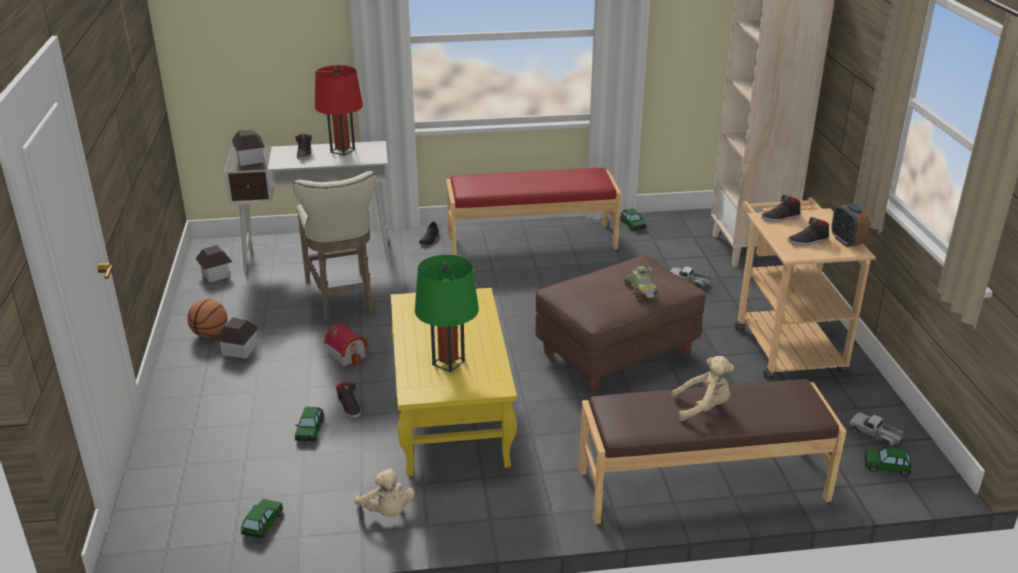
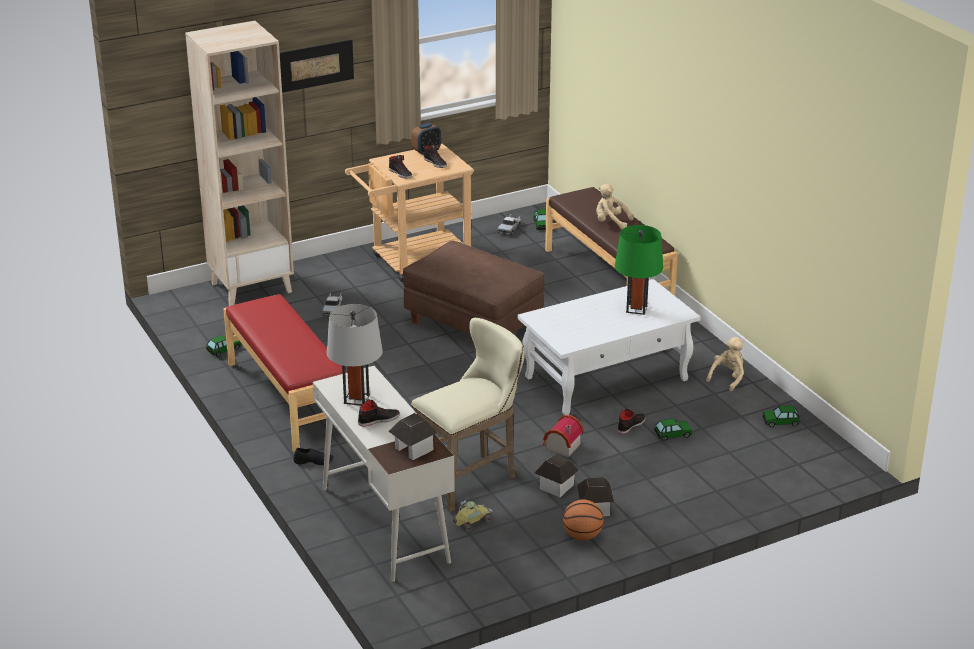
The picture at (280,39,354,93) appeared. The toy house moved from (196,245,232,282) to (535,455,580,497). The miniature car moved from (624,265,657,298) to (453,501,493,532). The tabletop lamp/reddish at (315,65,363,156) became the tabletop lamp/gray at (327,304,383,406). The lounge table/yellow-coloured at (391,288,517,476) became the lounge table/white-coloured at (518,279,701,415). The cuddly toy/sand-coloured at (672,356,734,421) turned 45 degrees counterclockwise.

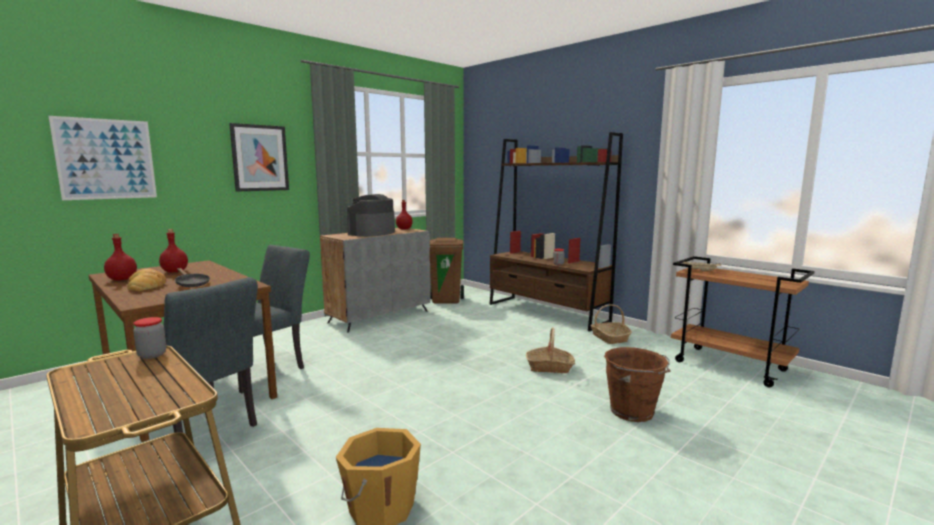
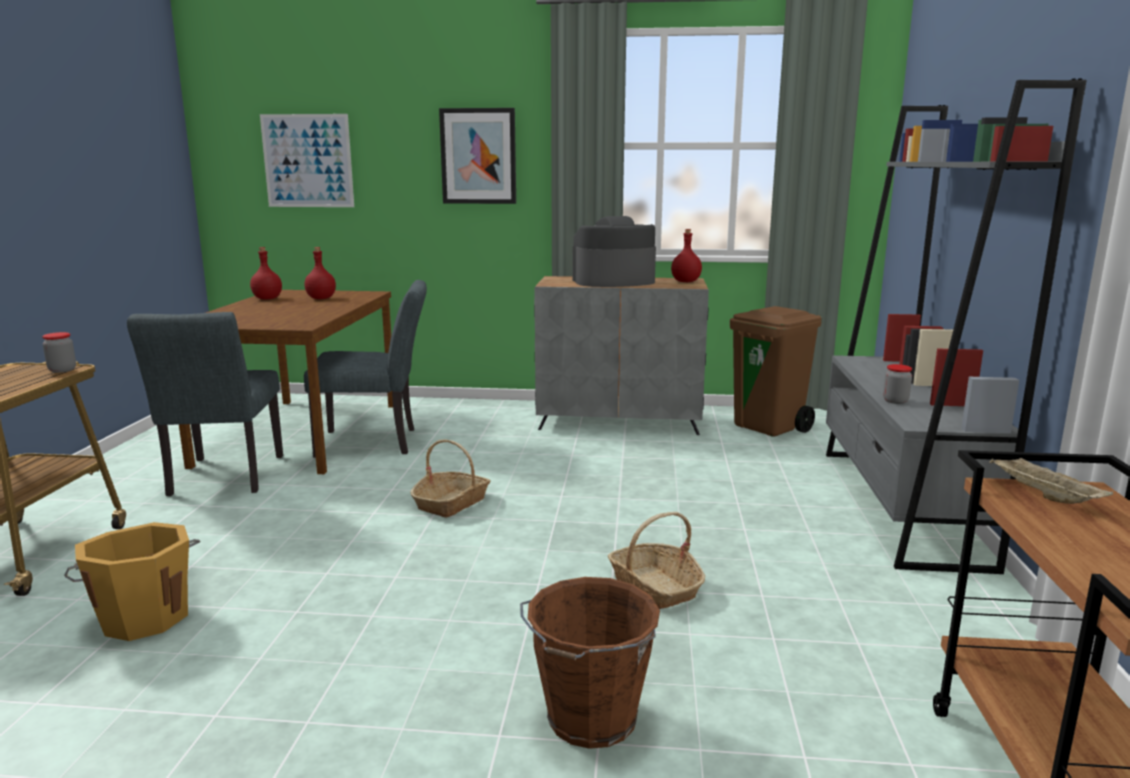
The bakery bread at (127,268,166,291) disappeared. The pan/blackish at (175,268,210,287) disappeared. The household basket moved from (590,304,632,344) to (410,440,491,518). The bookshelf/brown at (490,132,623,332) became the bookshelf/gray at (826,79,1087,574).

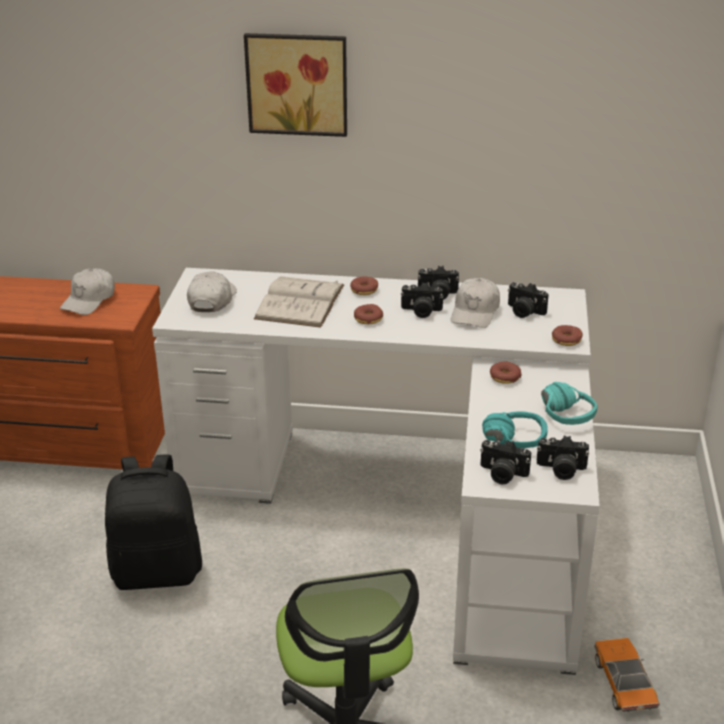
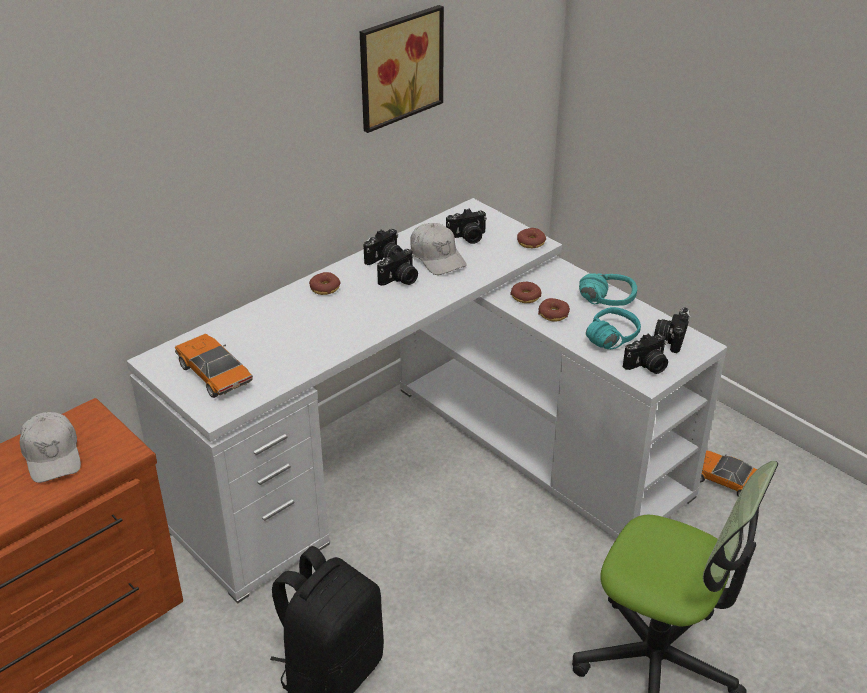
The bound book/white-coloured at (254,276,344,328) disappeared. The picture moved from (244,33,347,137) to (360,5,444,133). The doughnut moved from (354,304,383,324) to (538,298,570,322). The peaked cap/white-coloured at (187,271,237,312) was replaced by the miniature car at (175,334,253,398). The still camera at (536,435,589,480) turned 150 degrees clockwise.

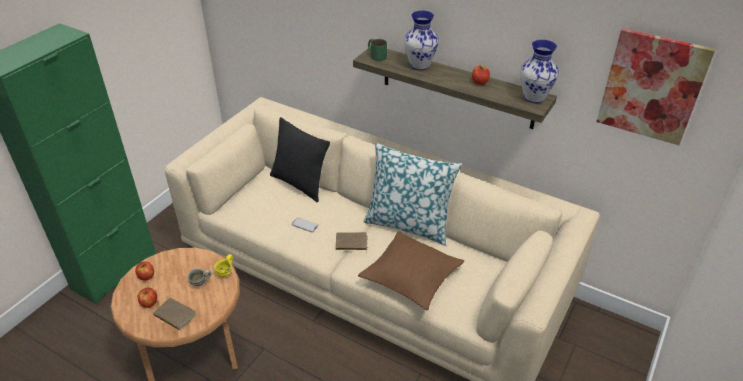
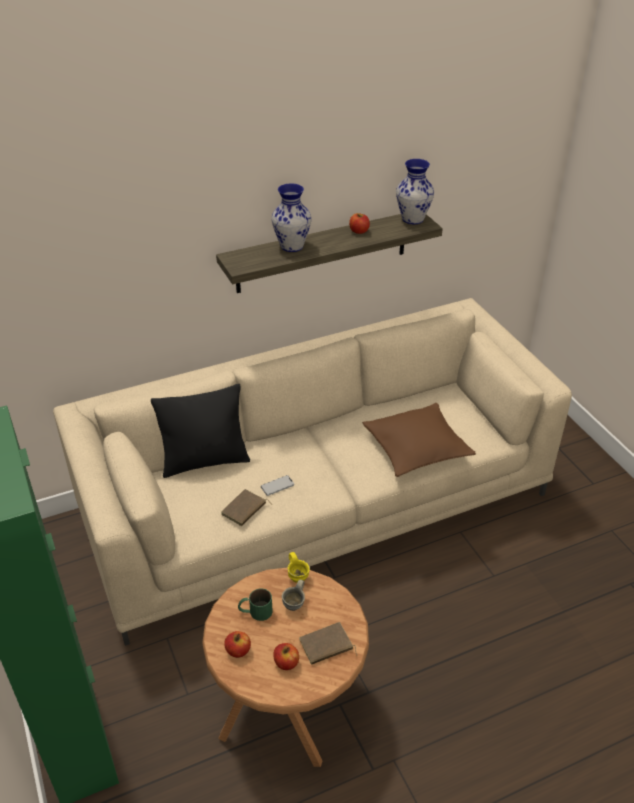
The cushion at (363,143,462,246) disappeared. The picture at (597,28,716,145) disappeared. The bound book/brown moved from (336,232,368,253) to (221,489,273,526). The mug/greenish moved from (368,39,387,61) to (238,588,273,621).

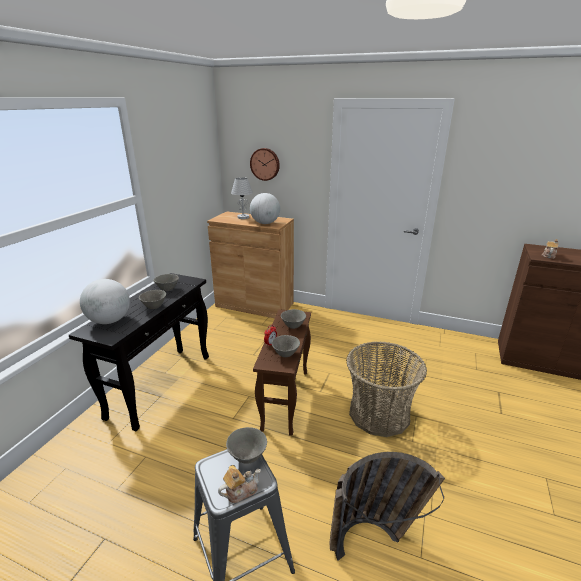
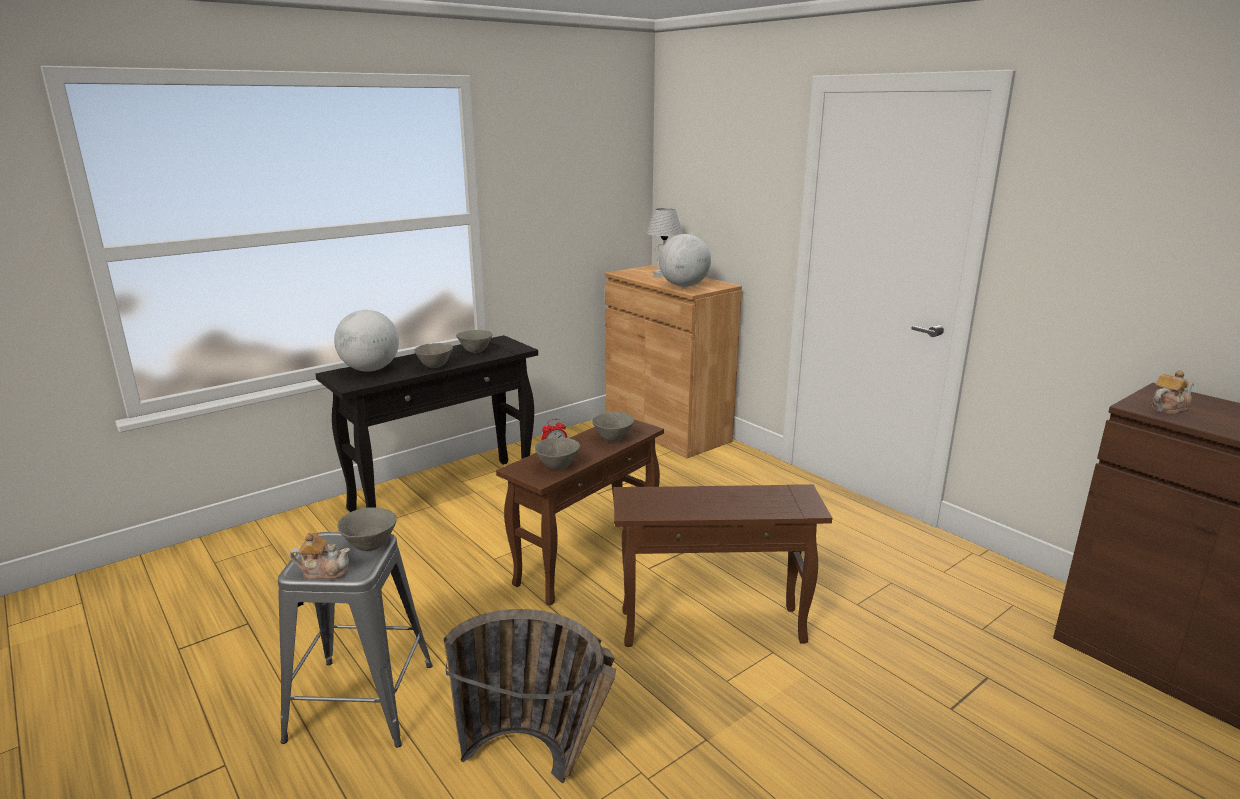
The hanging clock at (250,148,280,181) disappeared. The household basket at (346,342,427,437) was replaced by the side table/brown at (613,484,832,647).

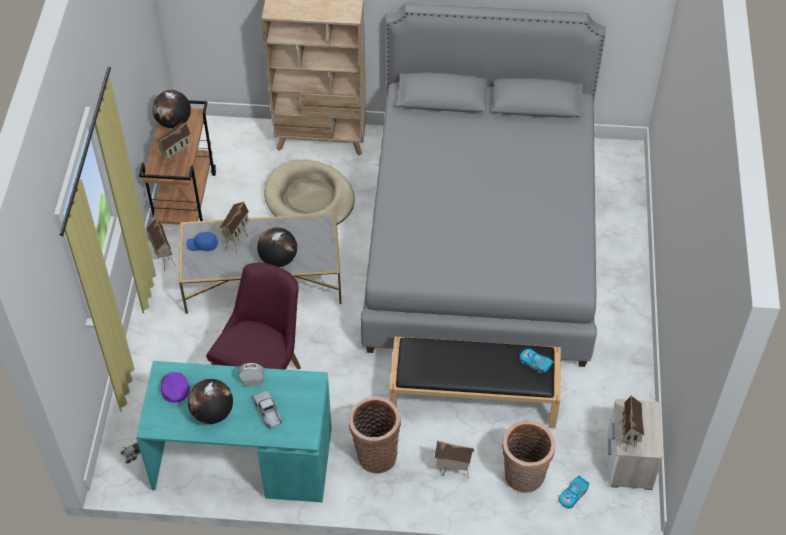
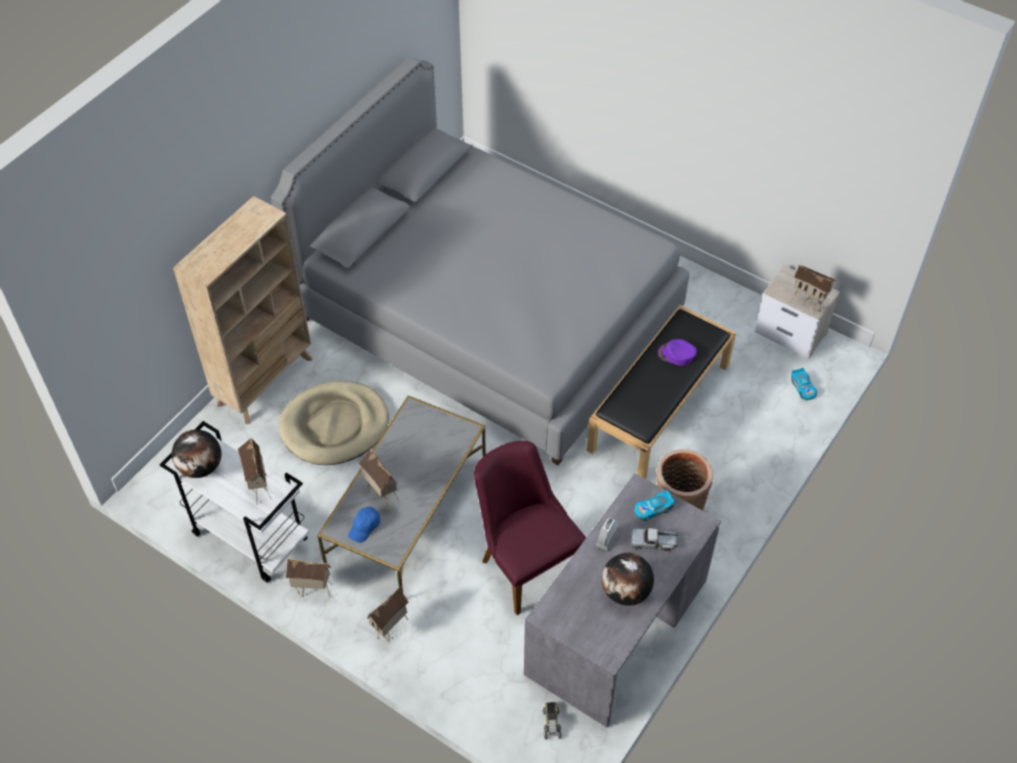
The globe at (257,227,297,267) disappeared. The household basket at (502,420,555,493) disappeared. The peaked cap/purplish moved from (161,372,190,403) to (658,339,697,366). The toy house moved from (434,440,474,479) to (367,587,409,641). The miniature car moved from (519,349,554,373) to (634,490,675,521). The desk unit/turquoise-coloured at (136,361,332,502) became the desk unit/gray at (524,473,721,728). The wheeled cart/brown at (138,100,216,225) became the wheeled cart/white-coloured at (160,421,309,583).

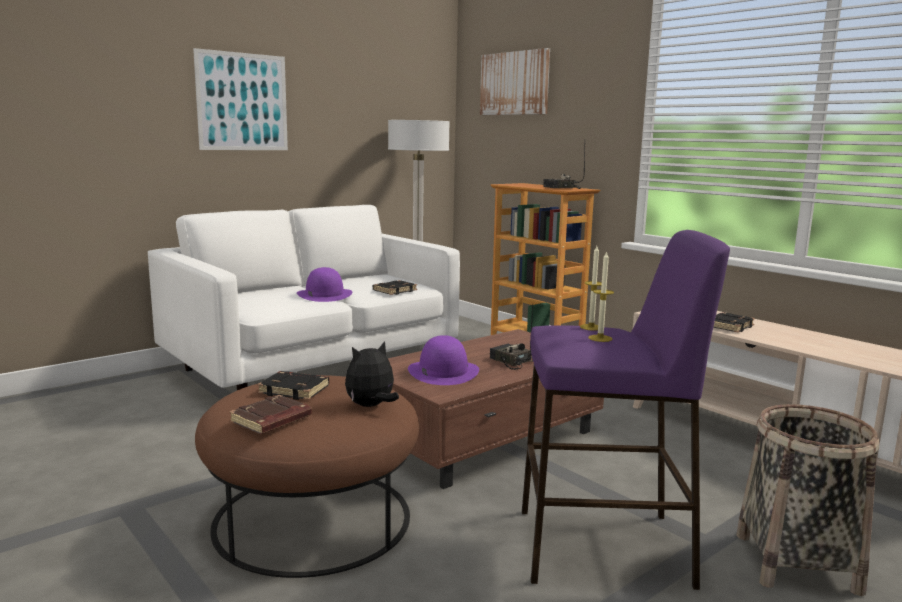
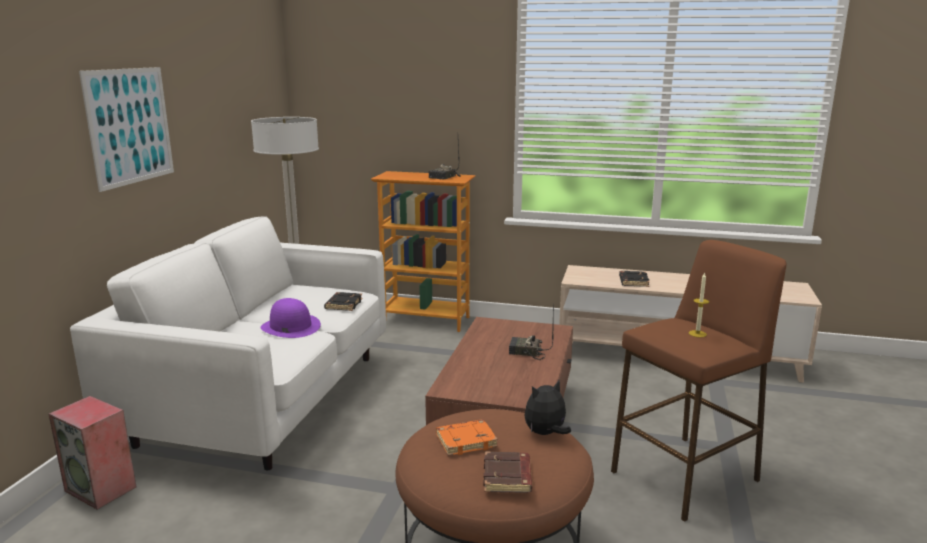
The hat/purplish at (408,335,479,385) disappeared. The picture at (480,48,550,115) disappeared. The wax candle at (580,246,602,331) disappeared. The household basket at (736,404,879,596) disappeared. The loudspeaker at (48,396,136,510) appeared. The bound book/blackish at (257,371,329,400) became the bound book/orange-coloured at (436,419,498,456). The stool seat/purplish at (522,230,730,590) became the stool seat/brown at (611,240,786,522). The cuddly toy at (345,341,399,407) turned 45 degrees clockwise.

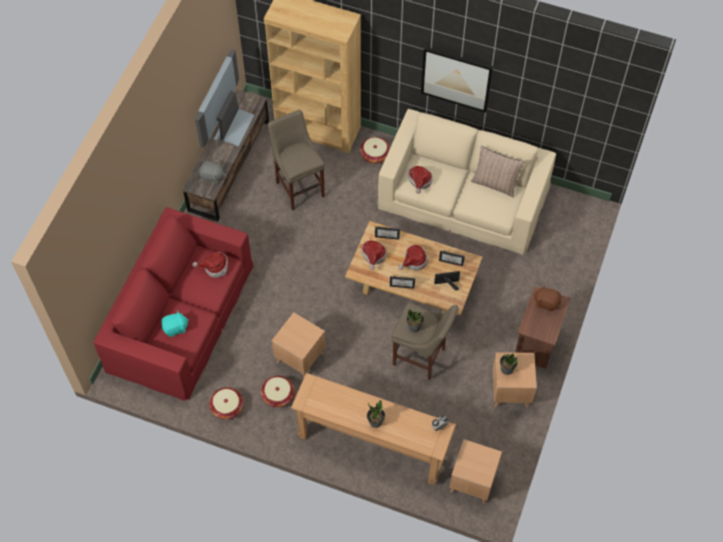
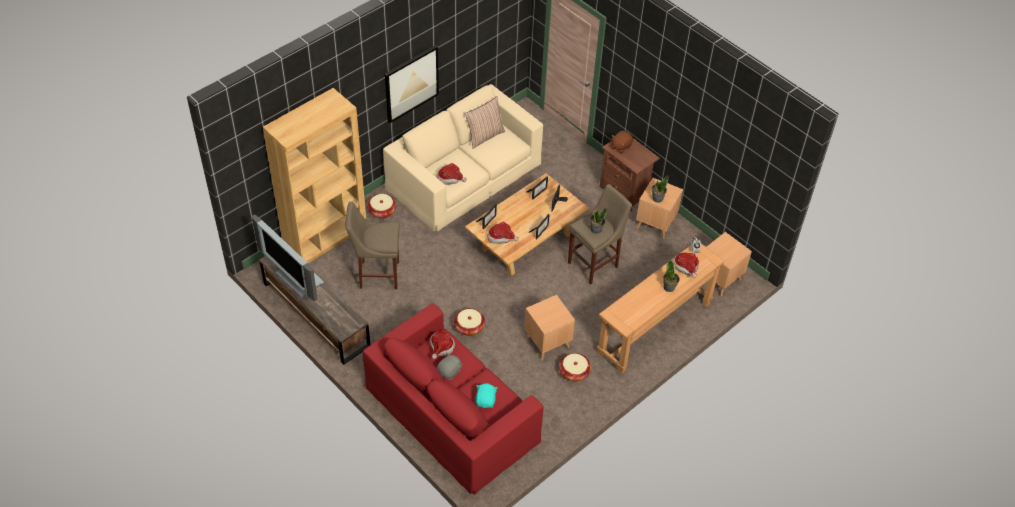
The cuddly toy/gray moved from (199,161,225,184) to (437,353,462,380). The household basket moved from (209,387,243,419) to (454,308,485,336). The hat moved from (398,245,429,271) to (672,253,699,278).

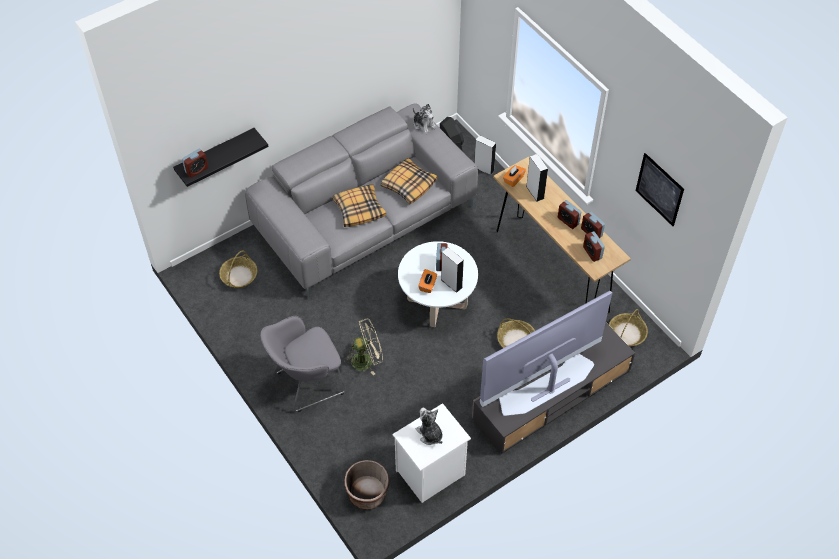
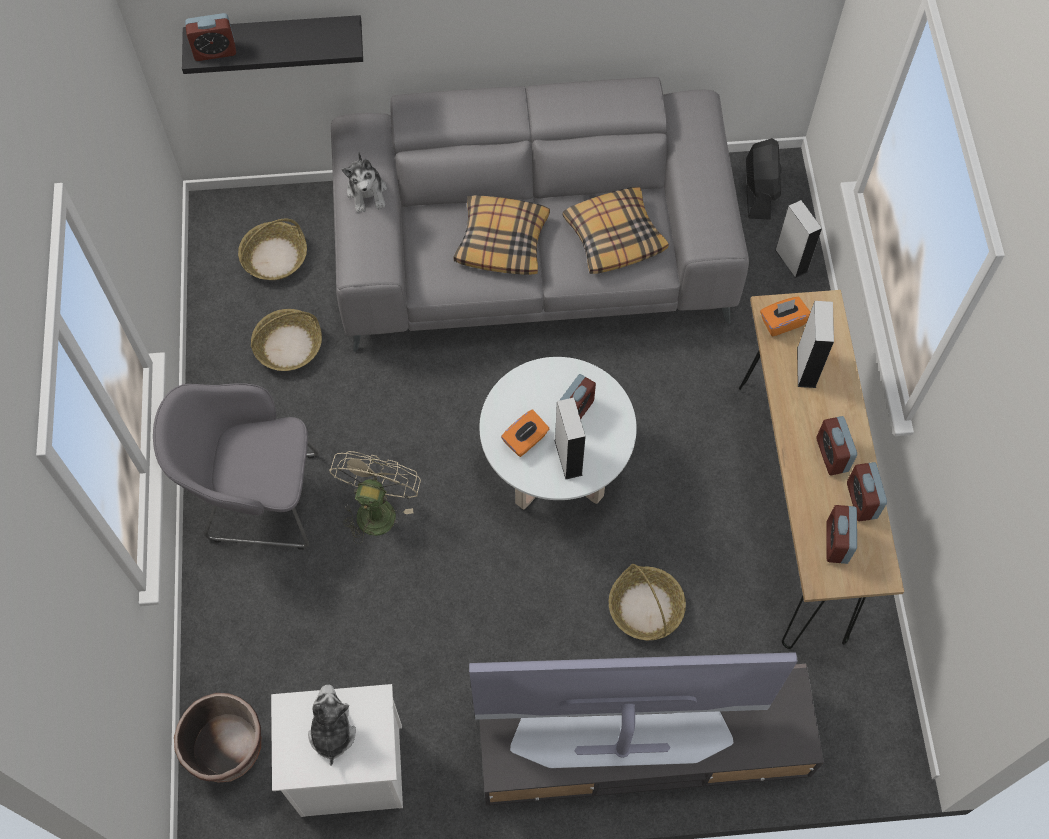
The picture at (636,153,684,226) disappeared. The cuddly toy moved from (413,104,437,134) to (342,152,387,213). The household basket moved from (609,309,648,347) to (251,309,322,371). The cooling fan/sand-coloured at (344,318,383,375) turned 90 degrees counterclockwise.

